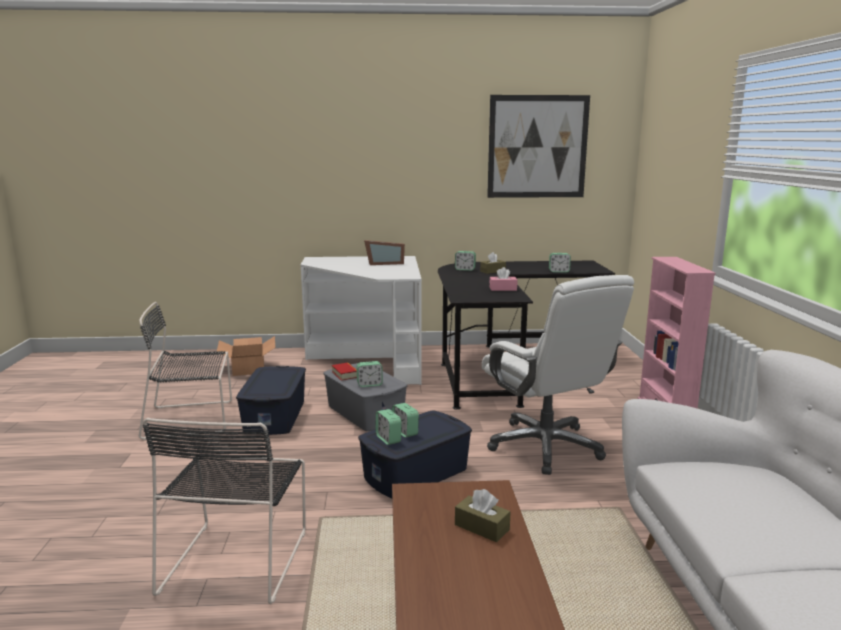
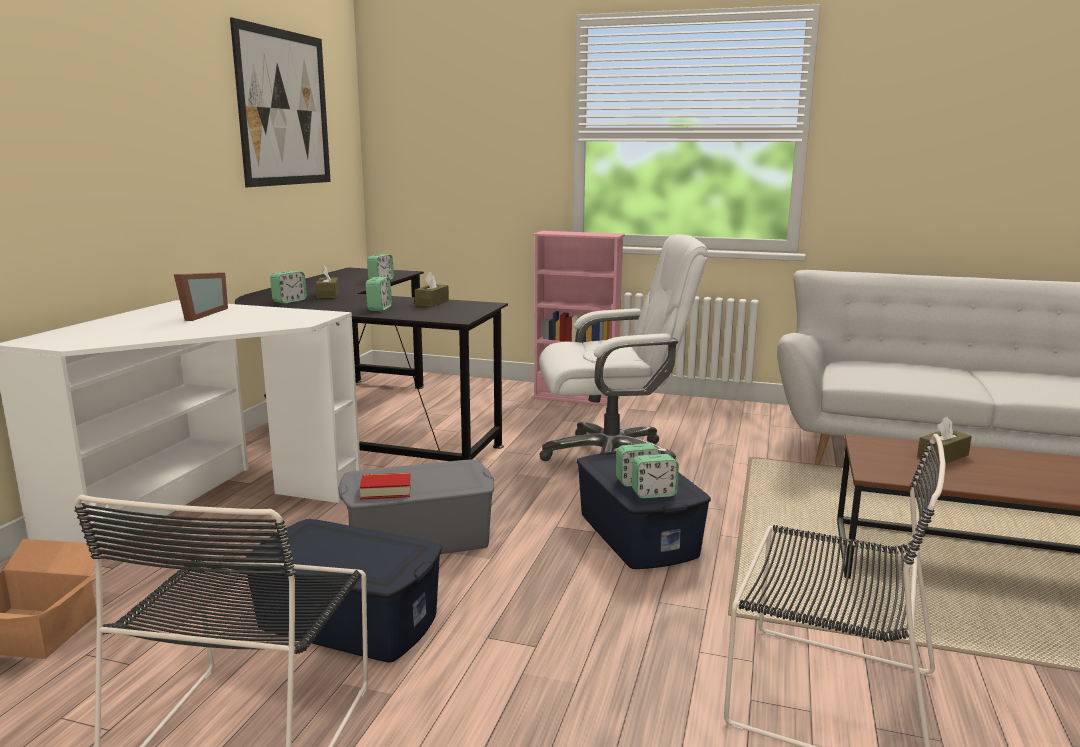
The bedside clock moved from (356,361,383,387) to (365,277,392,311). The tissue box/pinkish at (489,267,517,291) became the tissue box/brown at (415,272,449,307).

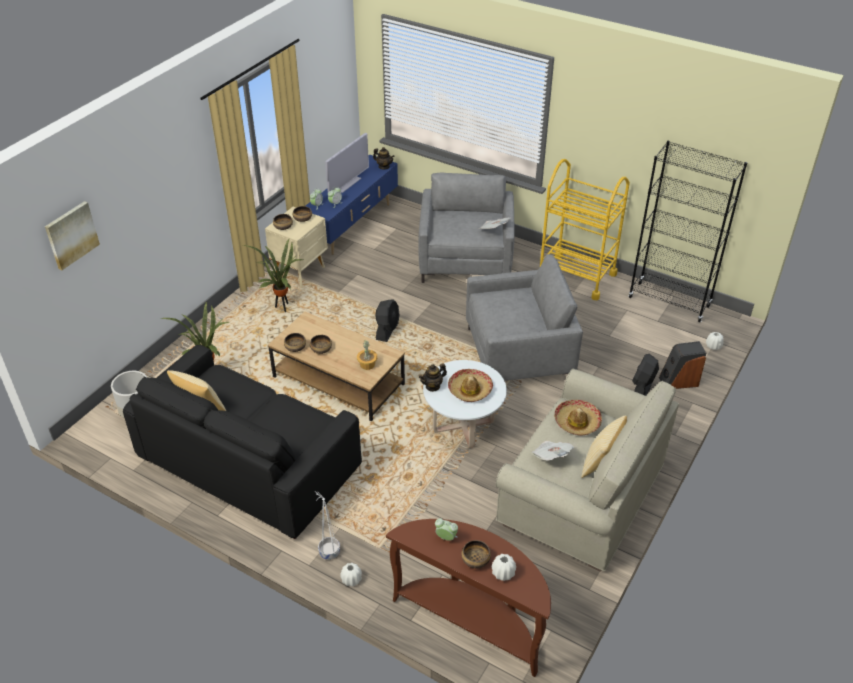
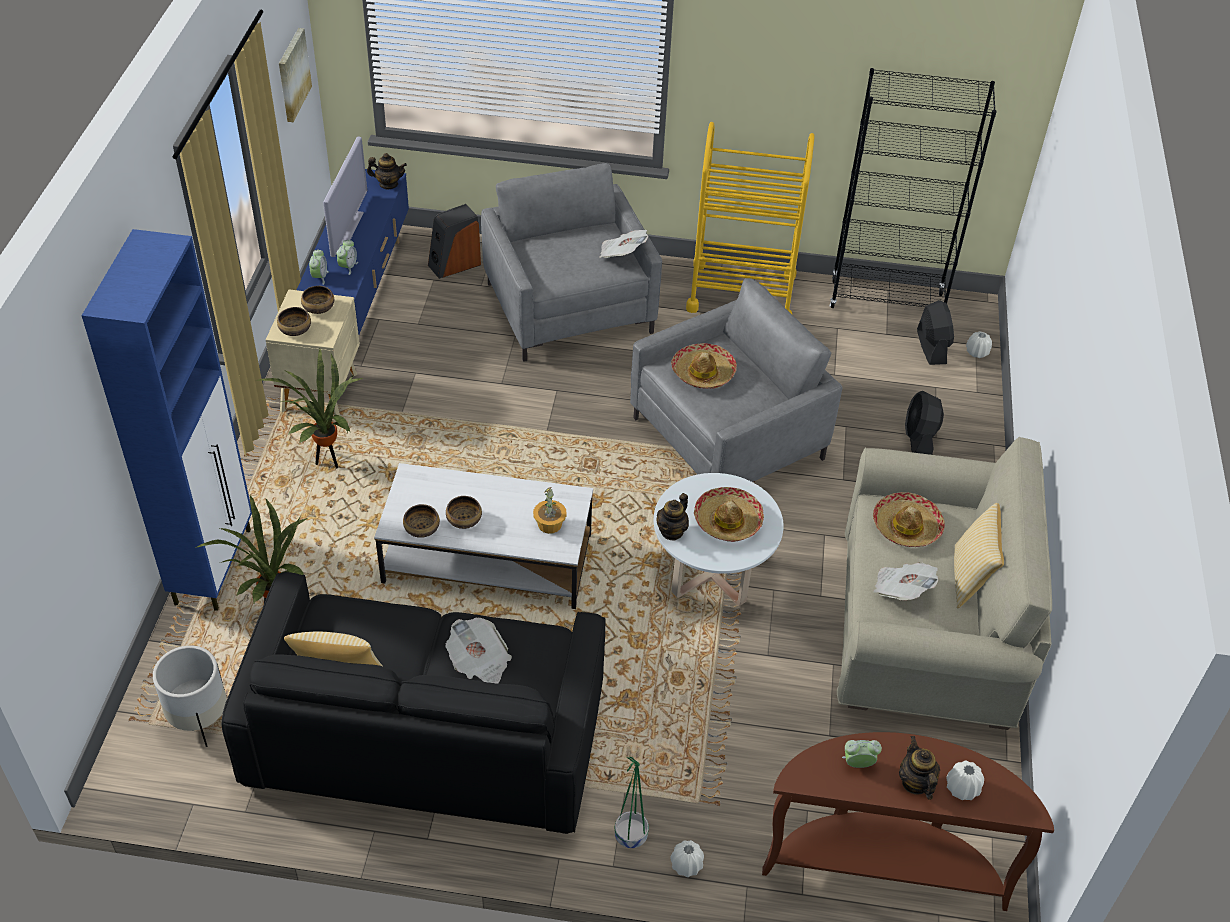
The cupboard/blue at (81,229,252,611) appeared. The newspaper at (446,617,512,684) appeared. The hat at (671,343,737,389) appeared. The picture moved from (45,201,100,270) to (279,28,312,122). The cooling fan/blackish moved from (375,300,400,342) to (917,300,954,365). The loudspeaker moved from (659,341,706,389) to (428,204,481,279). The bowl at (461,540,491,568) was replaced by the pot for tea at (899,736,940,800). The lounge table/brown at (268,311,405,422) became the lounge table/white-coloured at (374,463,593,609). The flower pot/white-coloured at (315,491,340,560) became the flower pot/greenish at (615,757,649,848).

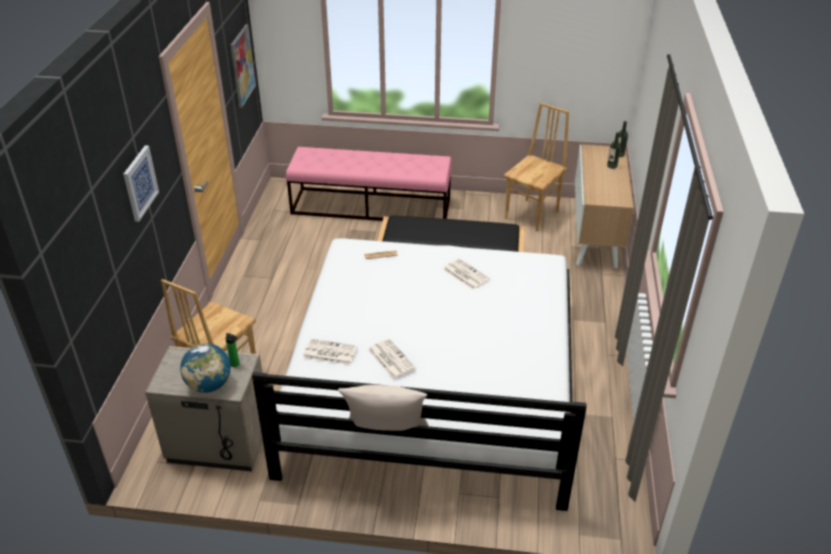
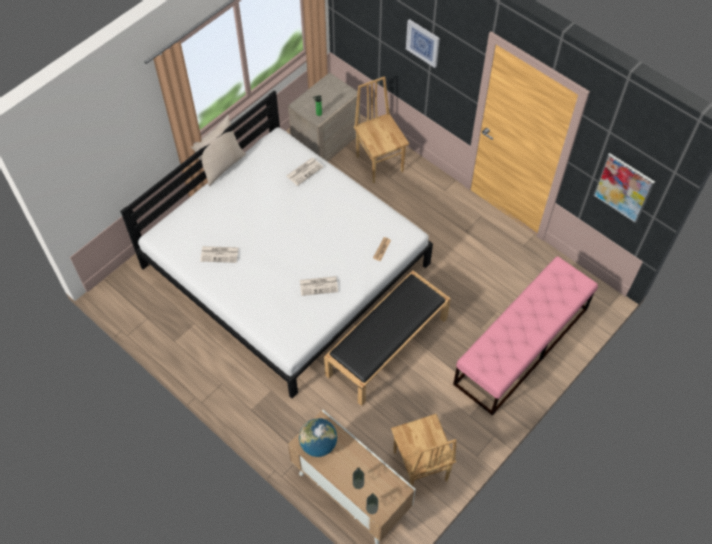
The globe moved from (180,343,231,393) to (299,418,337,457). The newspaper moved from (368,338,416,379) to (200,246,239,263).

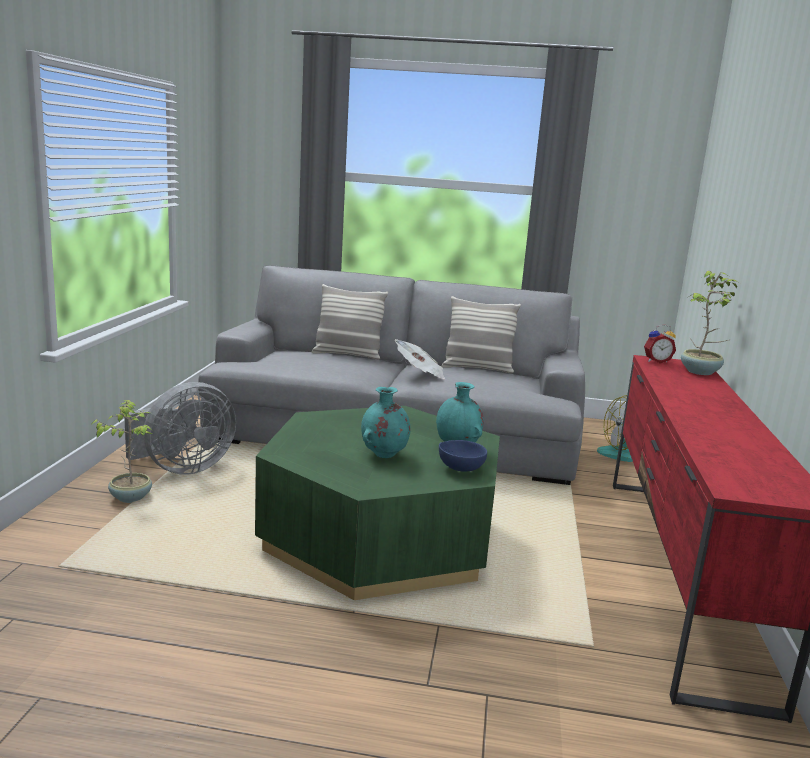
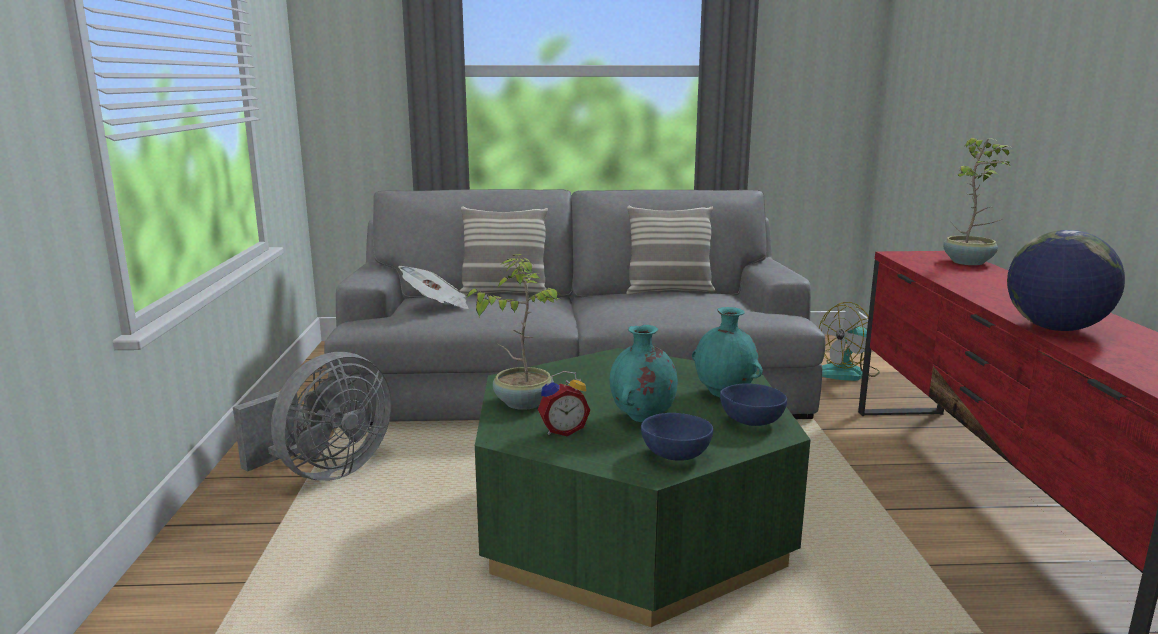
The bowl/blue at (641,413,713,461) appeared. The globe at (1007,230,1125,331) appeared. The houseplant moved from (92,400,153,503) to (466,254,562,410). The newspaper moved from (395,339,445,379) to (398,266,468,309). The bedside clock moved from (644,324,676,364) to (538,371,590,436).

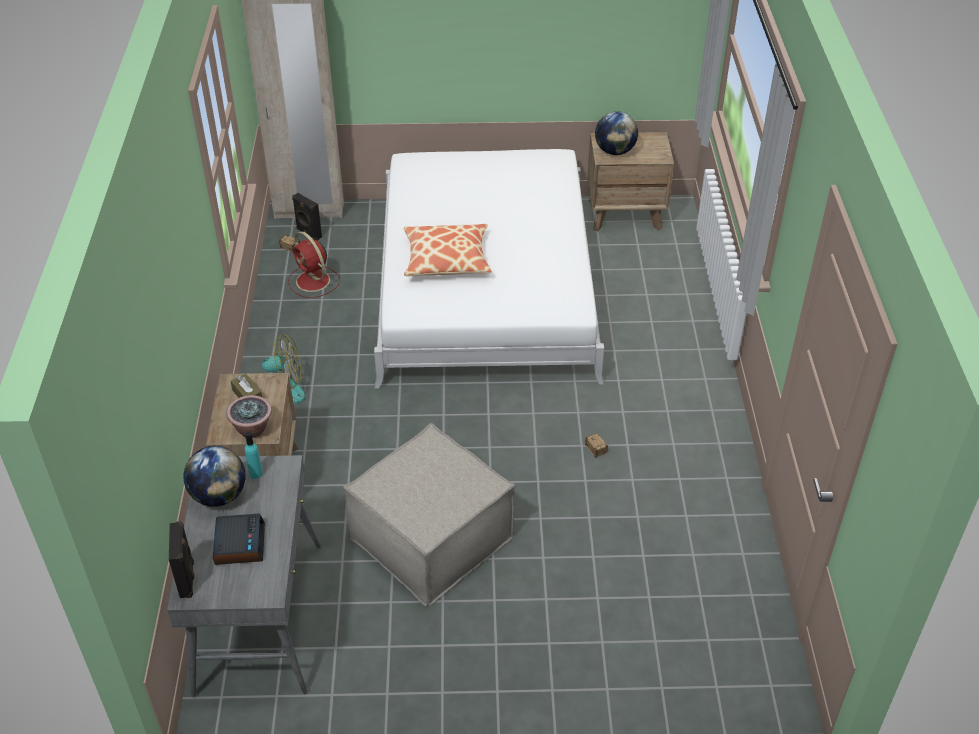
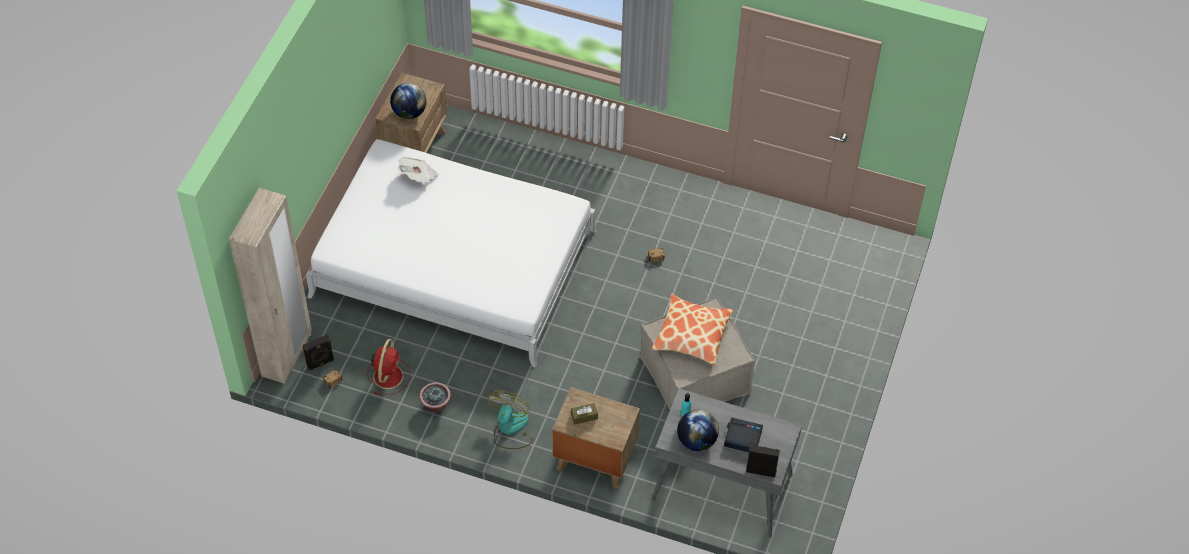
The newspaper at (398,157,439,183) appeared. The houseplant moved from (226,395,272,438) to (420,382,451,412). The cushion moved from (404,224,492,276) to (651,294,734,366). The cooling fan/reddish at (288,231,340,298) turned 60 degrees counterclockwise.

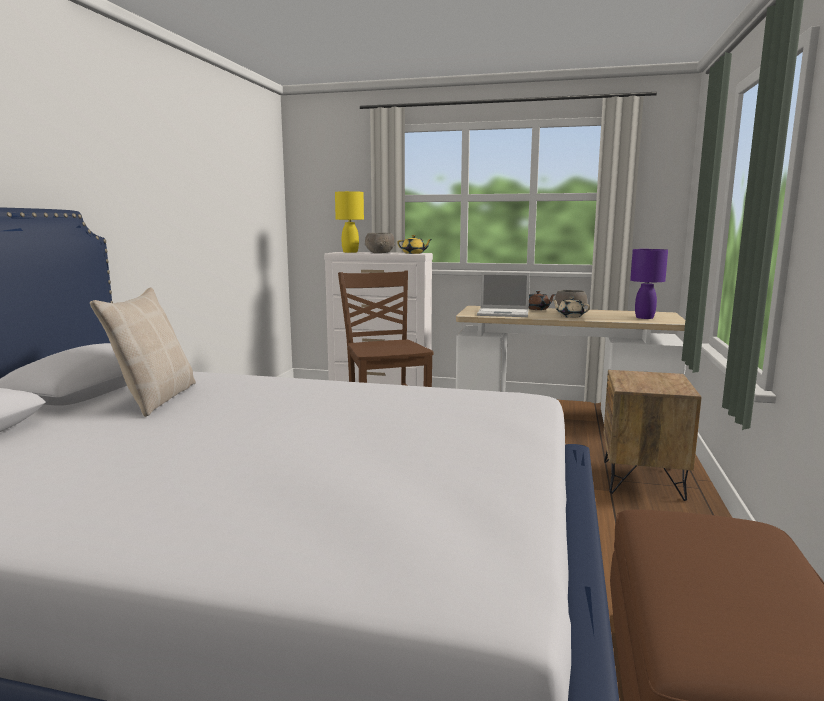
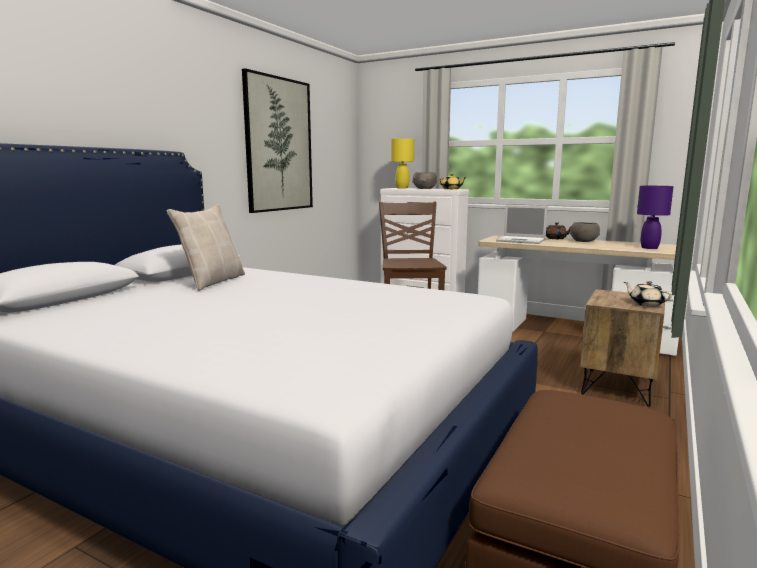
The picture at (242,68,313,213) appeared. The pot for tea/sand-coloured moved from (551,297,590,318) to (624,281,672,307).

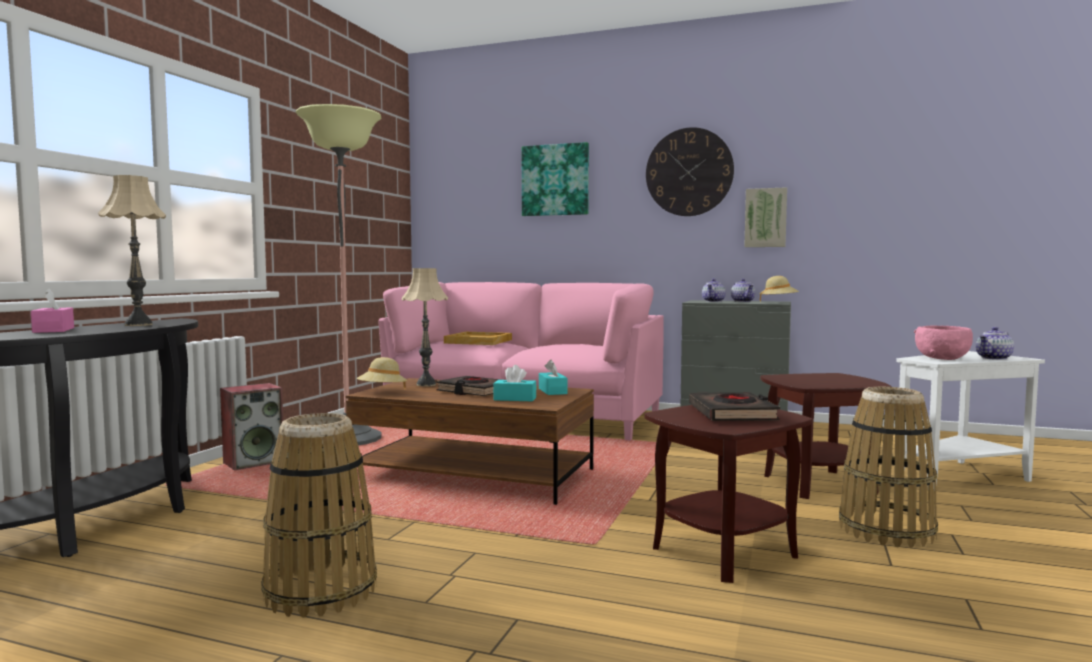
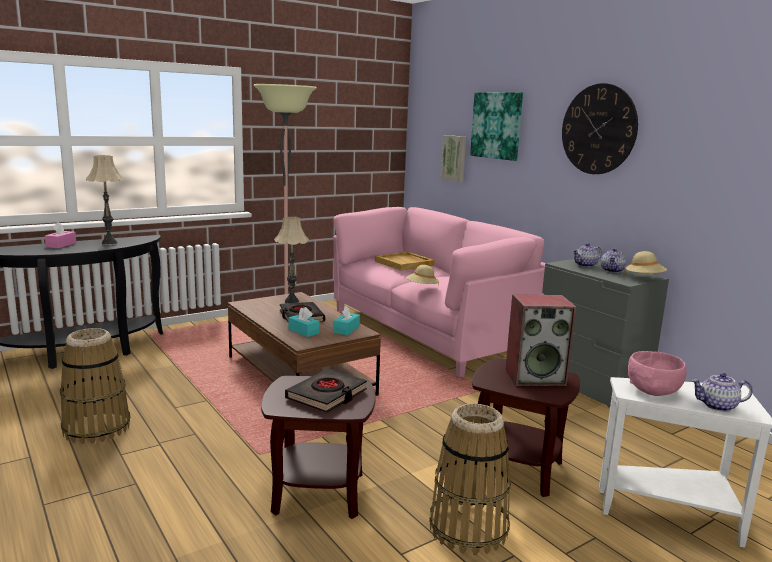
The loudspeaker moved from (220,383,283,471) to (505,294,576,386). The hat/sand-coloured moved from (356,357,408,389) to (406,265,439,287). The picture moved from (744,187,787,247) to (441,135,466,182).

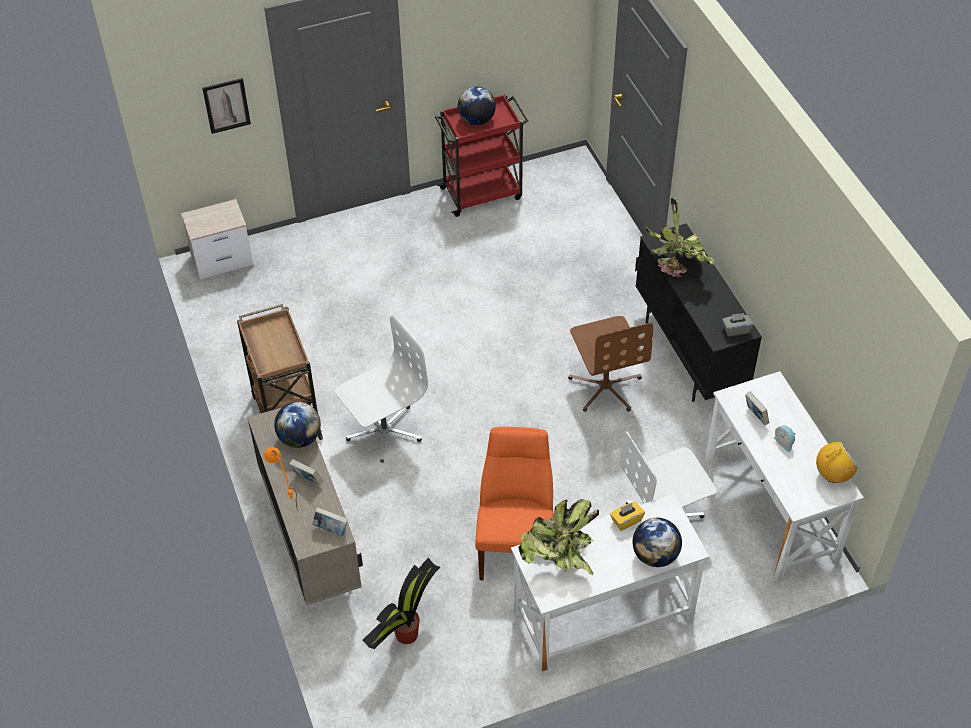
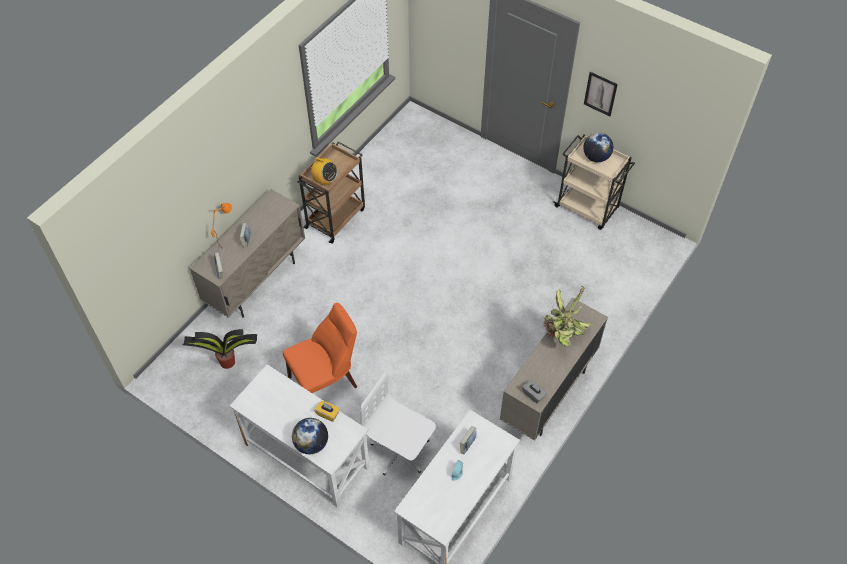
The bedside table at (181,199,253,279) disappeared. The globe at (274,402,321,448) disappeared. The computer chair/white-coloured at (335,315,428,462) disappeared. The houseplant at (518,499,599,575) disappeared. The computer chair/brown at (568,316,653,412) disappeared. The picture moved from (202,78,251,134) to (584,72,618,116). The radio receiver moved from (816,442,858,483) to (310,157,338,185). The wheeled cart/reddish at (435,94,528,217) became the wheeled cart/sand-coloured at (553,134,635,230). The cupboard/blackish at (635,224,762,402) became the cupboard/sand-coloured at (500,298,608,441).

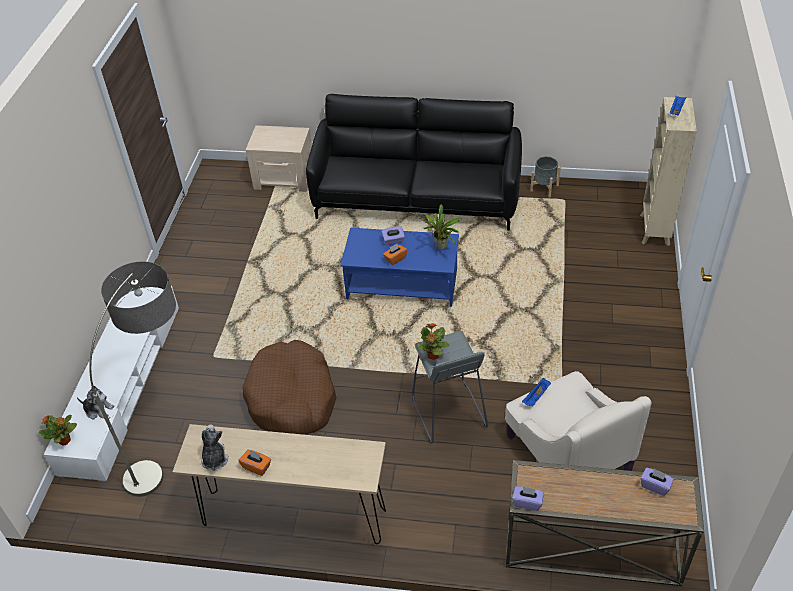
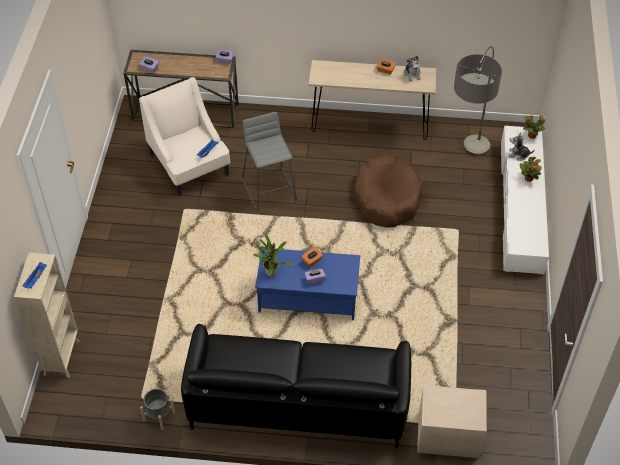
The houseplant moved from (417,323,450,360) to (520,156,542,182).

